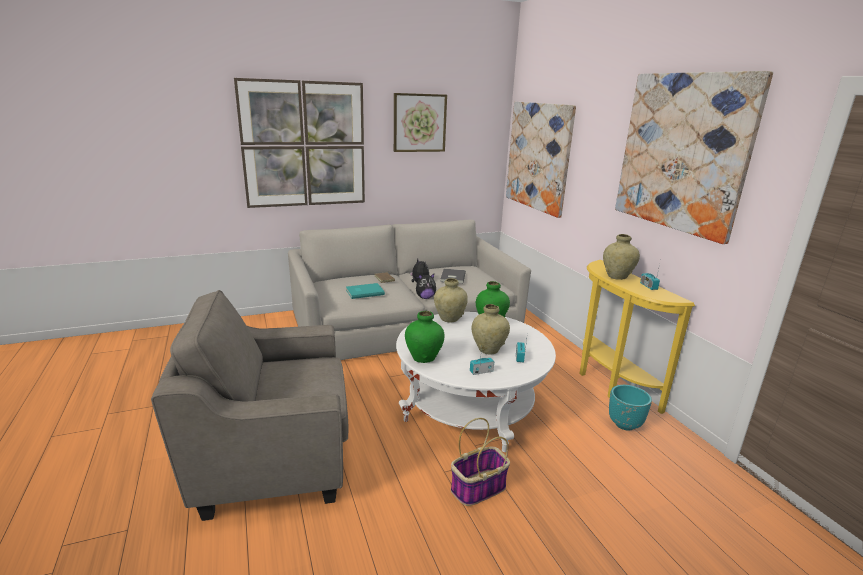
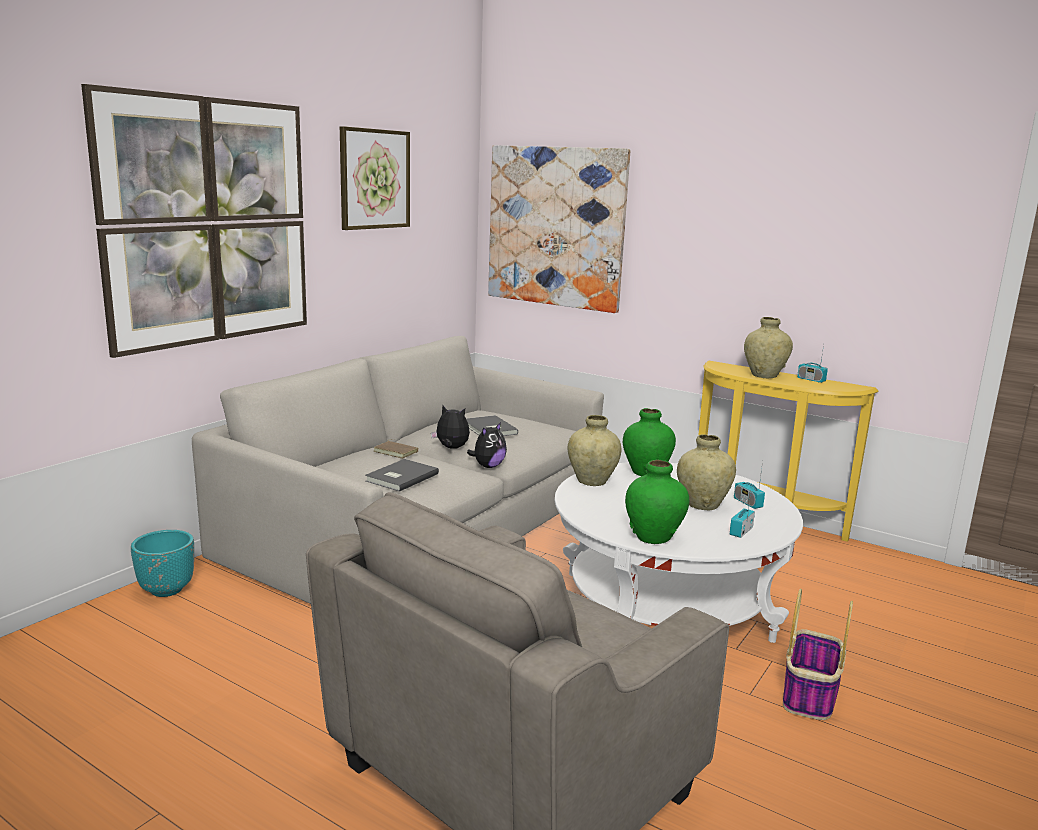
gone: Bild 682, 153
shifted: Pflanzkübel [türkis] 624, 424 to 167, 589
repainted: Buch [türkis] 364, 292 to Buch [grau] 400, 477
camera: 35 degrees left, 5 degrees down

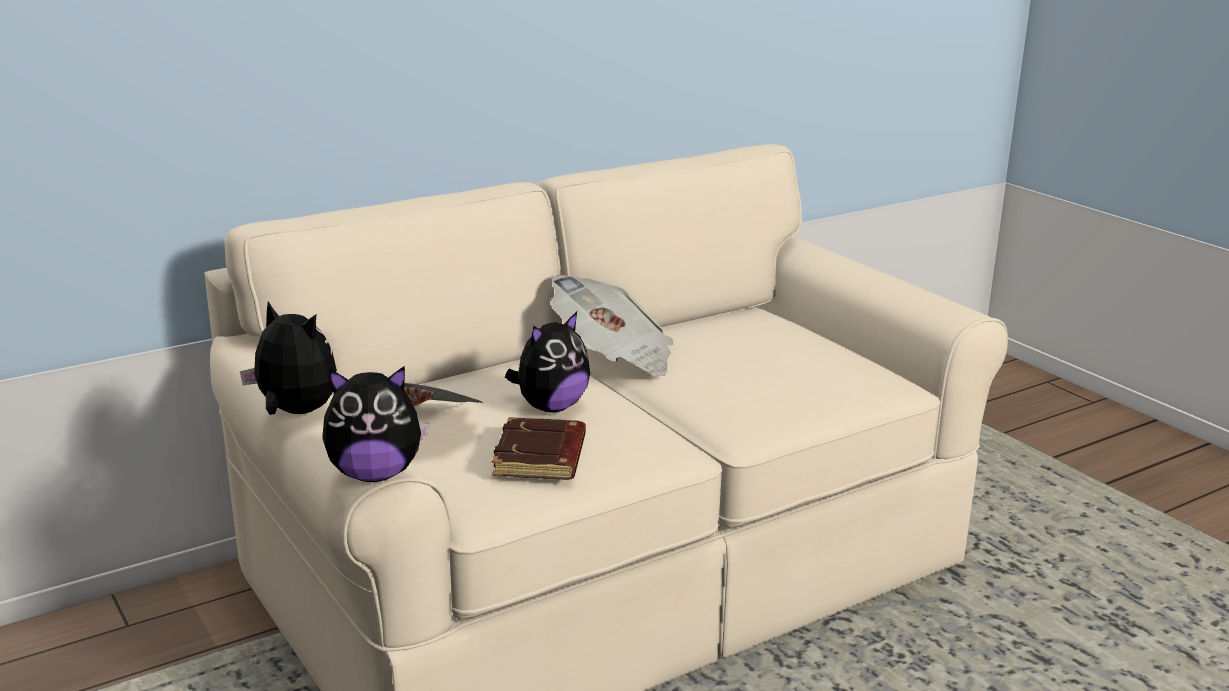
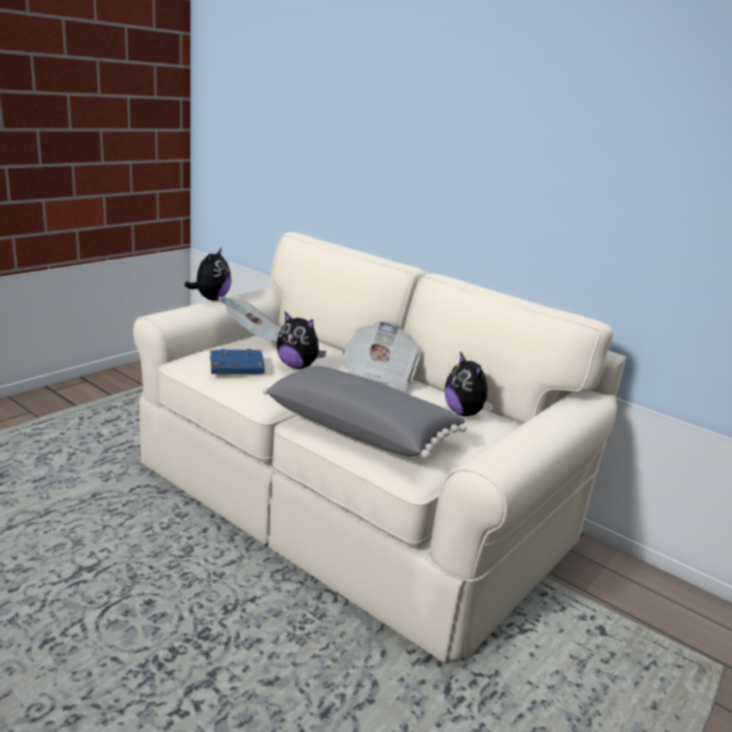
new: Kissen [grau] 361, 429
shifted: Plüschtier 375, 474 to 465, 413
repainted: Buch [braun] 541, 458 to Buch [blau] 236, 367
camera: 70 degrees right, 0 degrees up

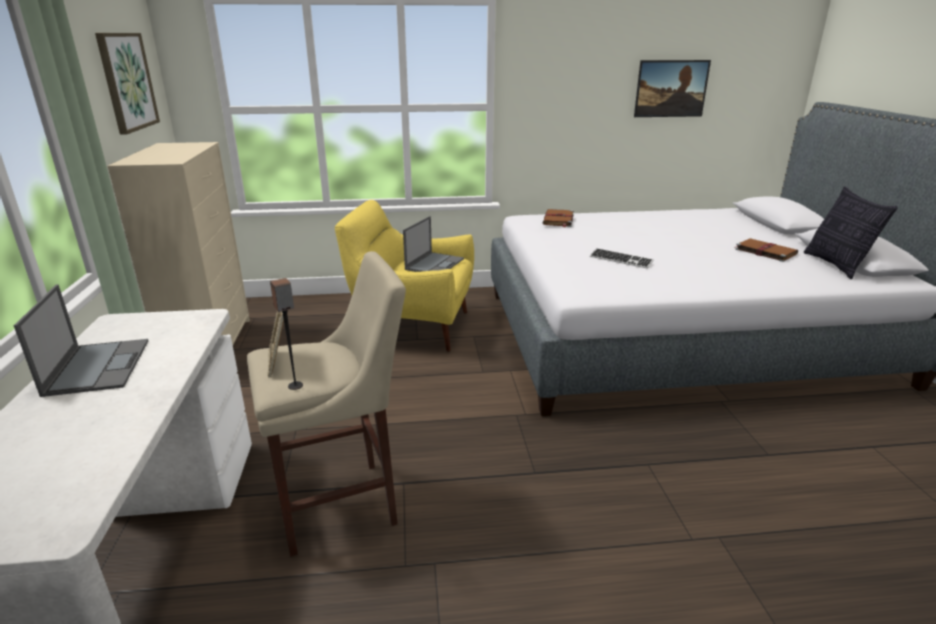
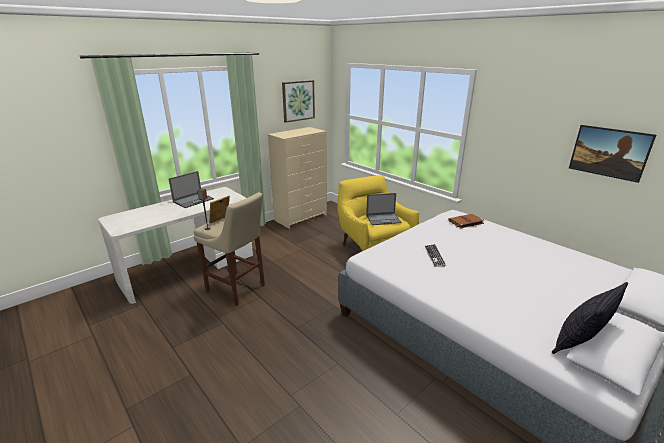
gone: Buch [braun] 764, 251
camera: 55 degrees right, 0 degrees up

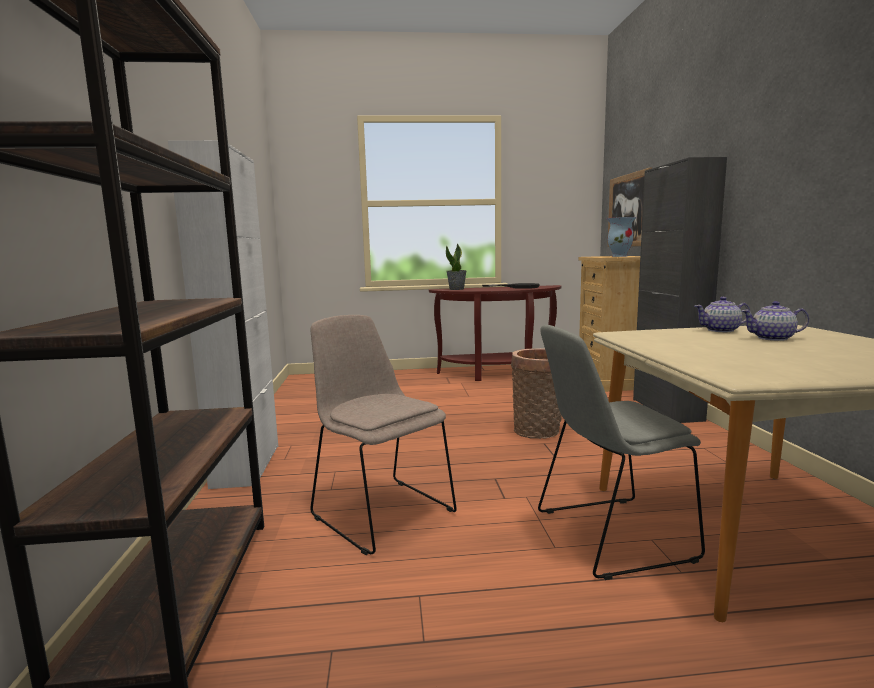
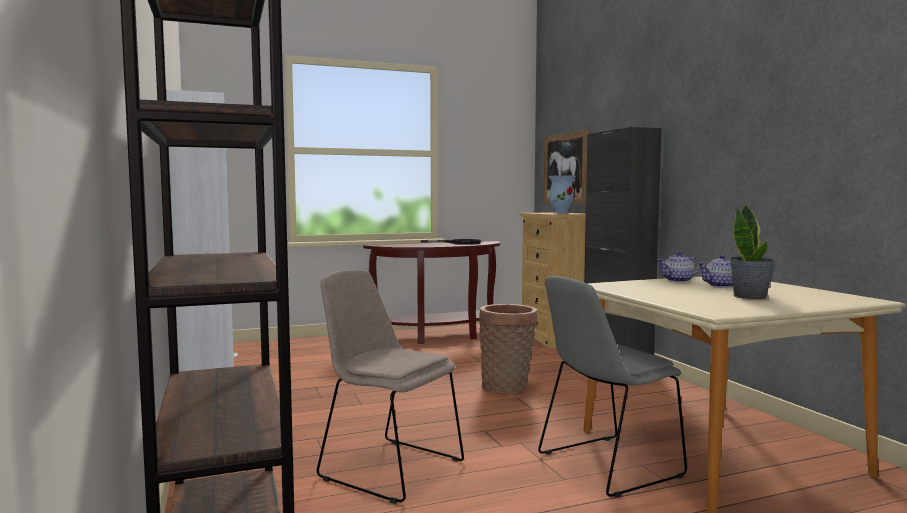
shifted: Topfpflanze 456, 289 to 750, 296
camera: 15 degrees left, 5 degrees down

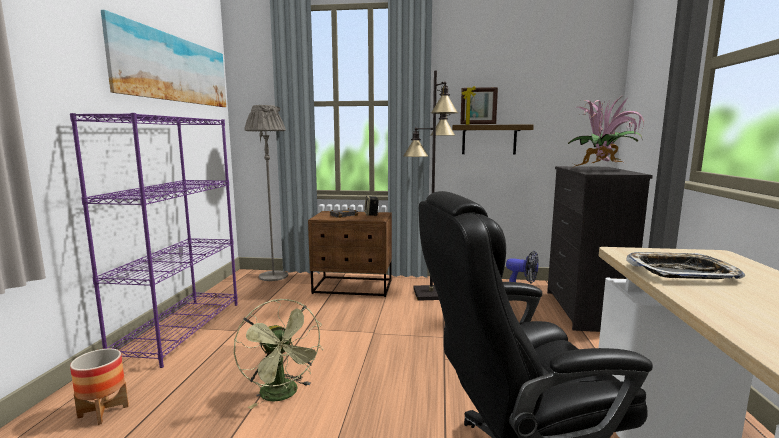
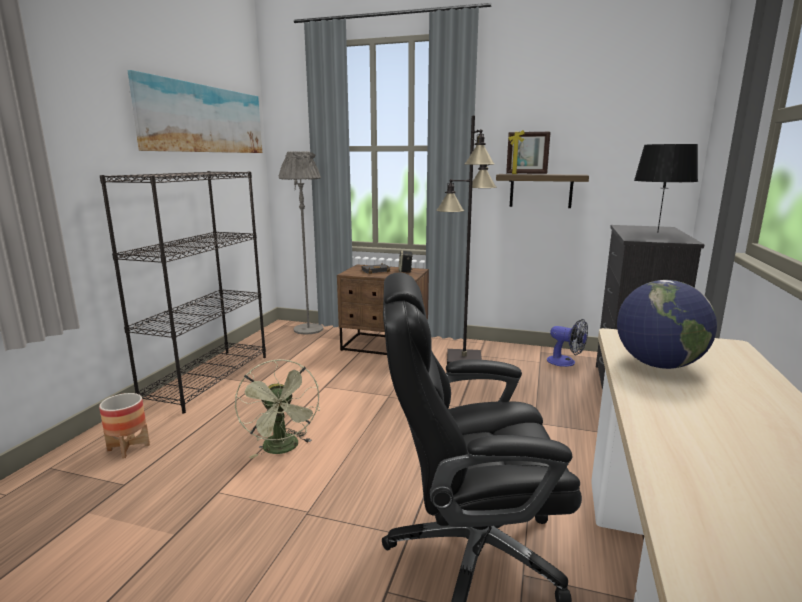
swapped: Topfpflanze 602, 169 to Tischlampe [schwarz] 657, 232; Tablett 681, 272 to Globus 658, 365
repainted: Bücherregal [lila] 181, 329 to Bücherregal [schwarz] 208, 378
camera: 10 degrees right, 5 degrees up

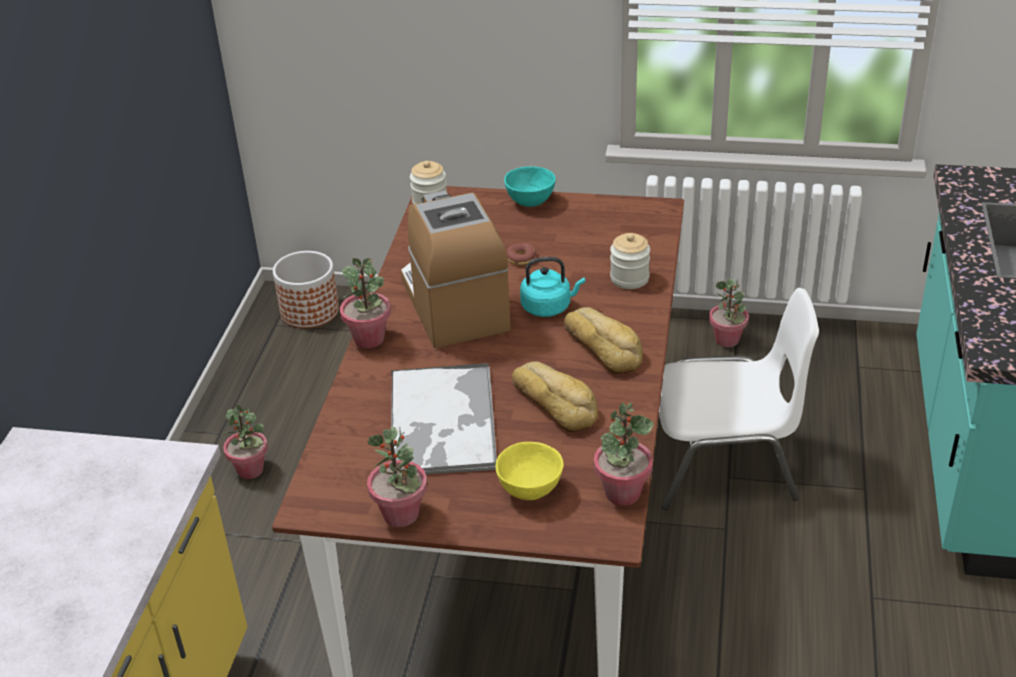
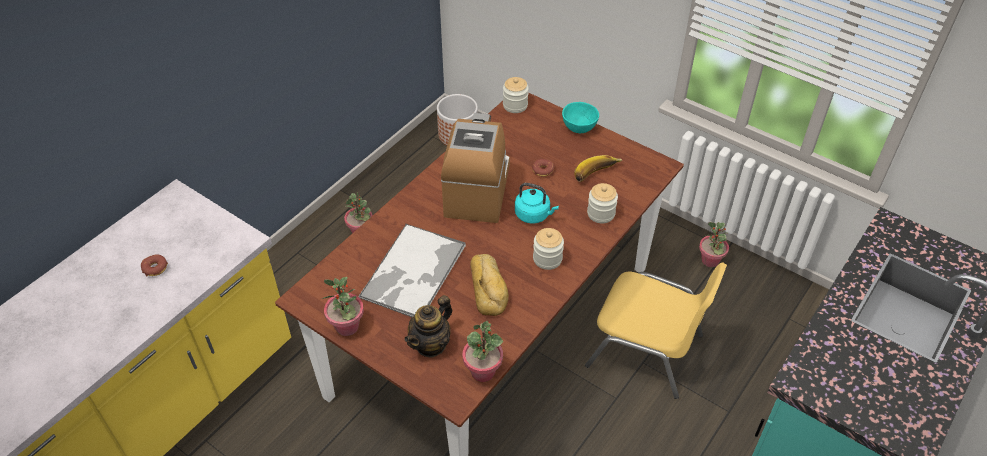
gone: Topfpflanze 369, 339
new: Donut 155, 268; Banane 597, 175
swapped: Schüssel [gelb] 531, 490 to Teekanne 431, 344; Brot 603, 346 to Vorratsglas 547, 259
repainted: Stuhl [weiß] 724, 463 to Stuhl [gelb] 647, 351
camera: 25 degrees right, 10 degrees up

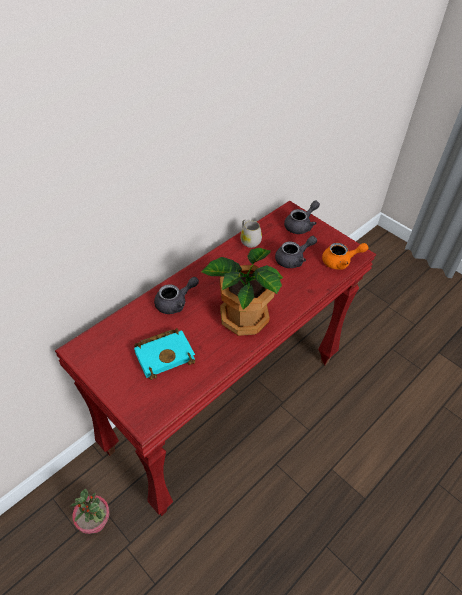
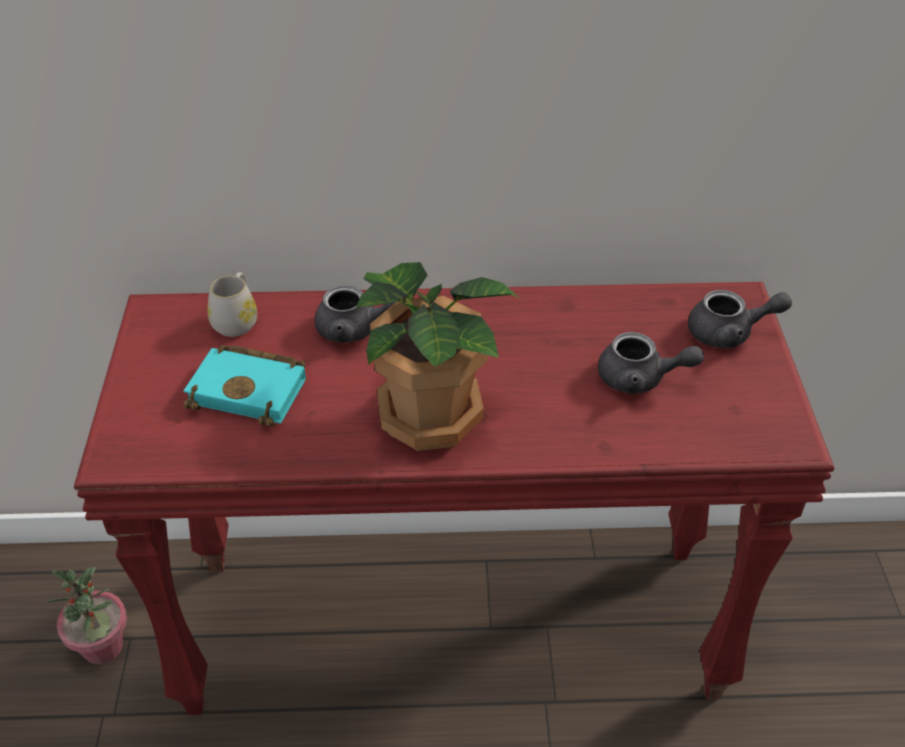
gone: Teekanne [orange] 340, 262
shifted: Henkelbecher [weiß] 249, 240 to 237, 320
camera: 45 degrees right, 5 degrees down

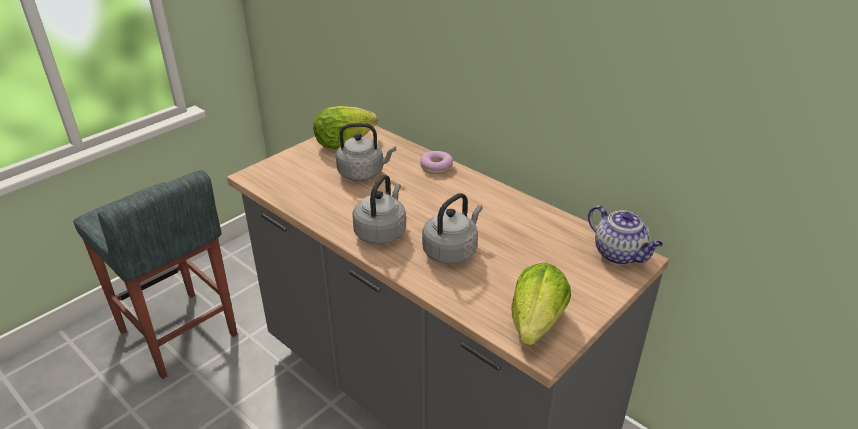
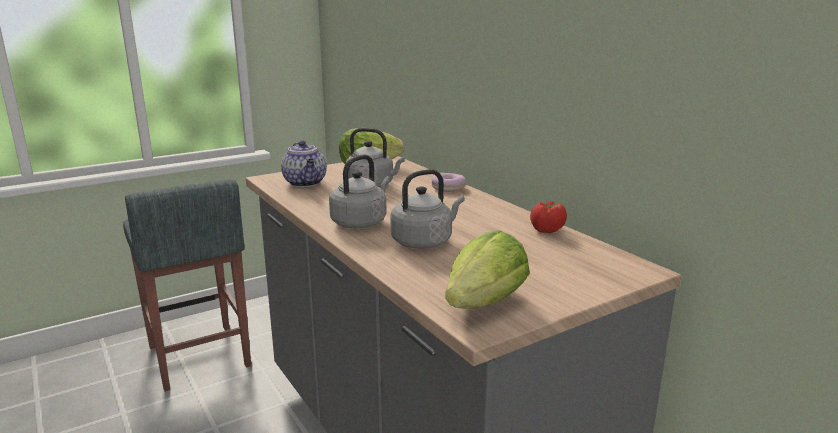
new: Tomate 546, 230
shifted: Teekanne 620, 254 to 305, 183
camera: 15 degrees right, 15 degrees down

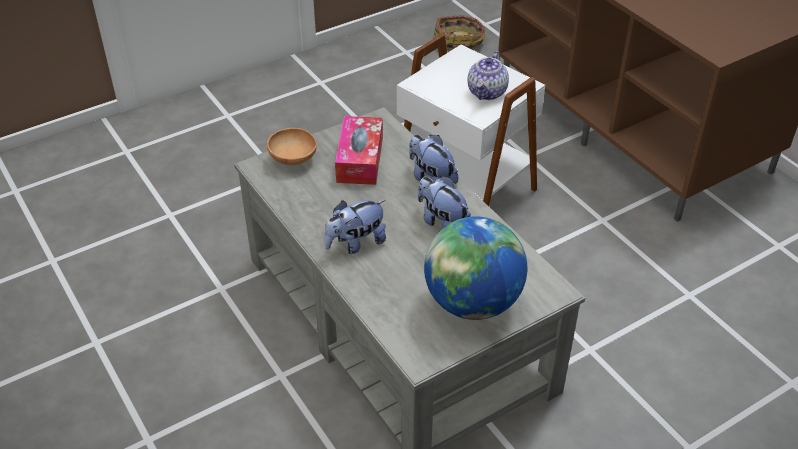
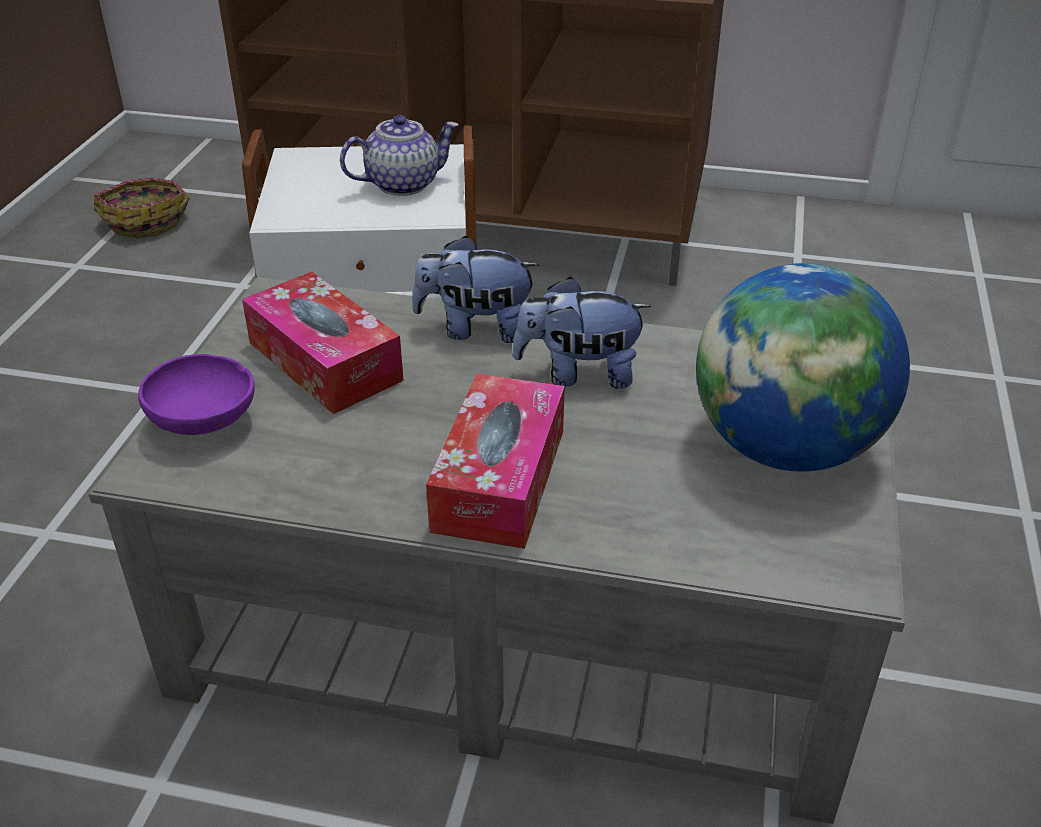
swapped: Plüschtier 356, 243 to Taschentuchbox 499, 479
repainted: Schüssel [braun] 293, 160 to Schüssel [lila] 206, 423
rotated: Teekanne 487, 92 = 403, 184 90 degrees counterclockwise
camera: 45 degrees left, 5 degrees down

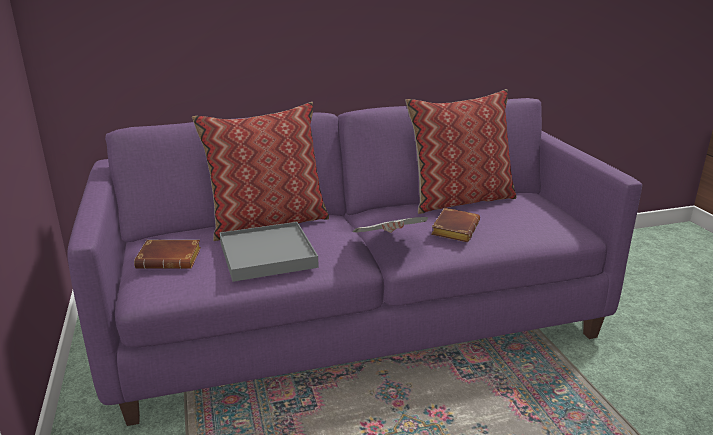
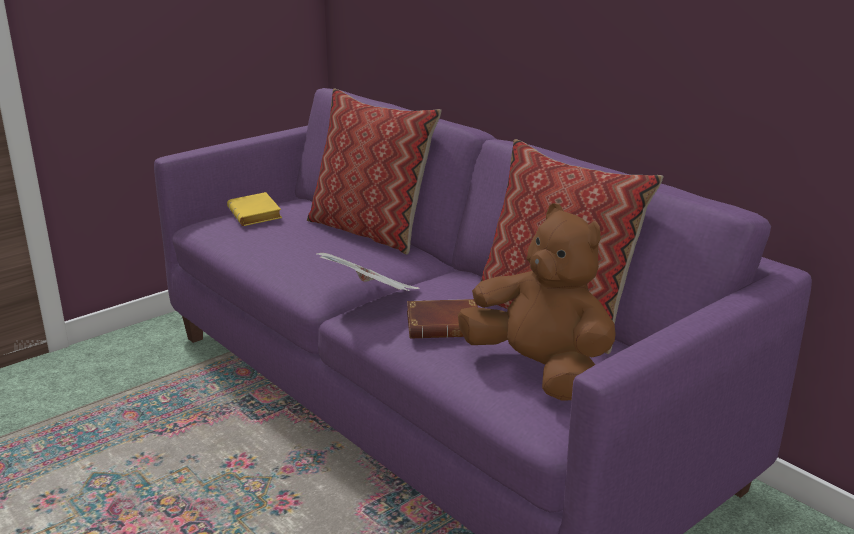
gone: Tablett [grau] 267, 255
new: Plüschtier [braun] 539, 371
repainted: Buch [braun] 171, 259 to Buch [gelb] 257, 215
camera: 65 degrees right, 0 degrees up

